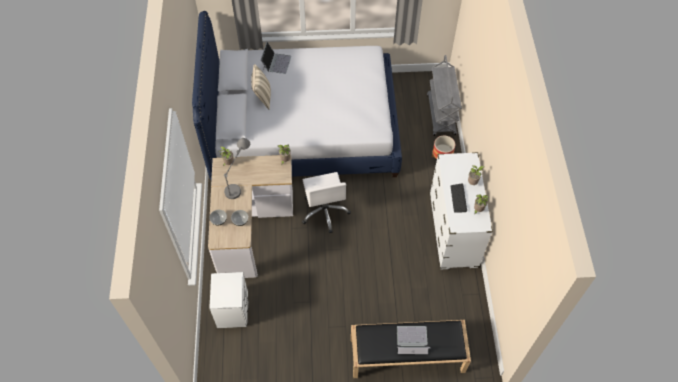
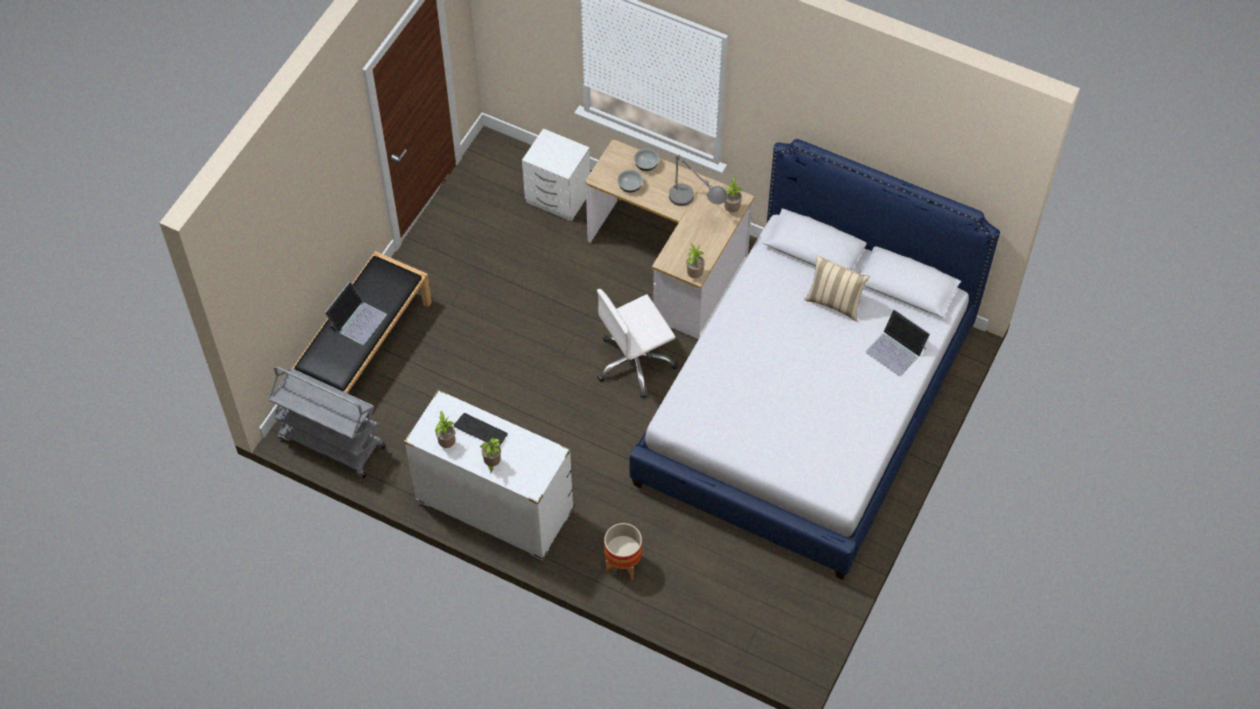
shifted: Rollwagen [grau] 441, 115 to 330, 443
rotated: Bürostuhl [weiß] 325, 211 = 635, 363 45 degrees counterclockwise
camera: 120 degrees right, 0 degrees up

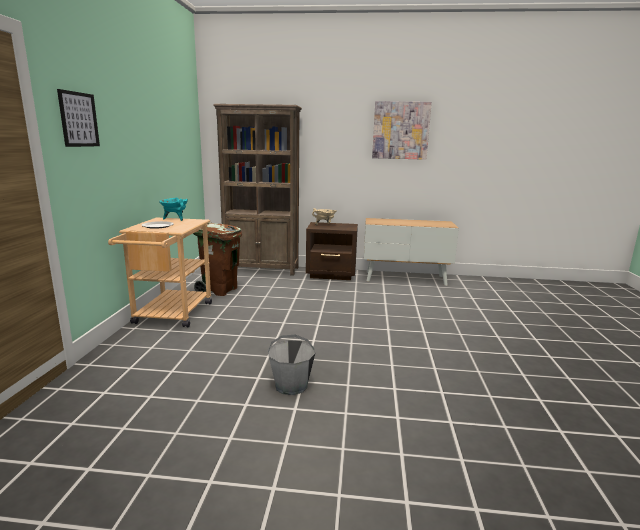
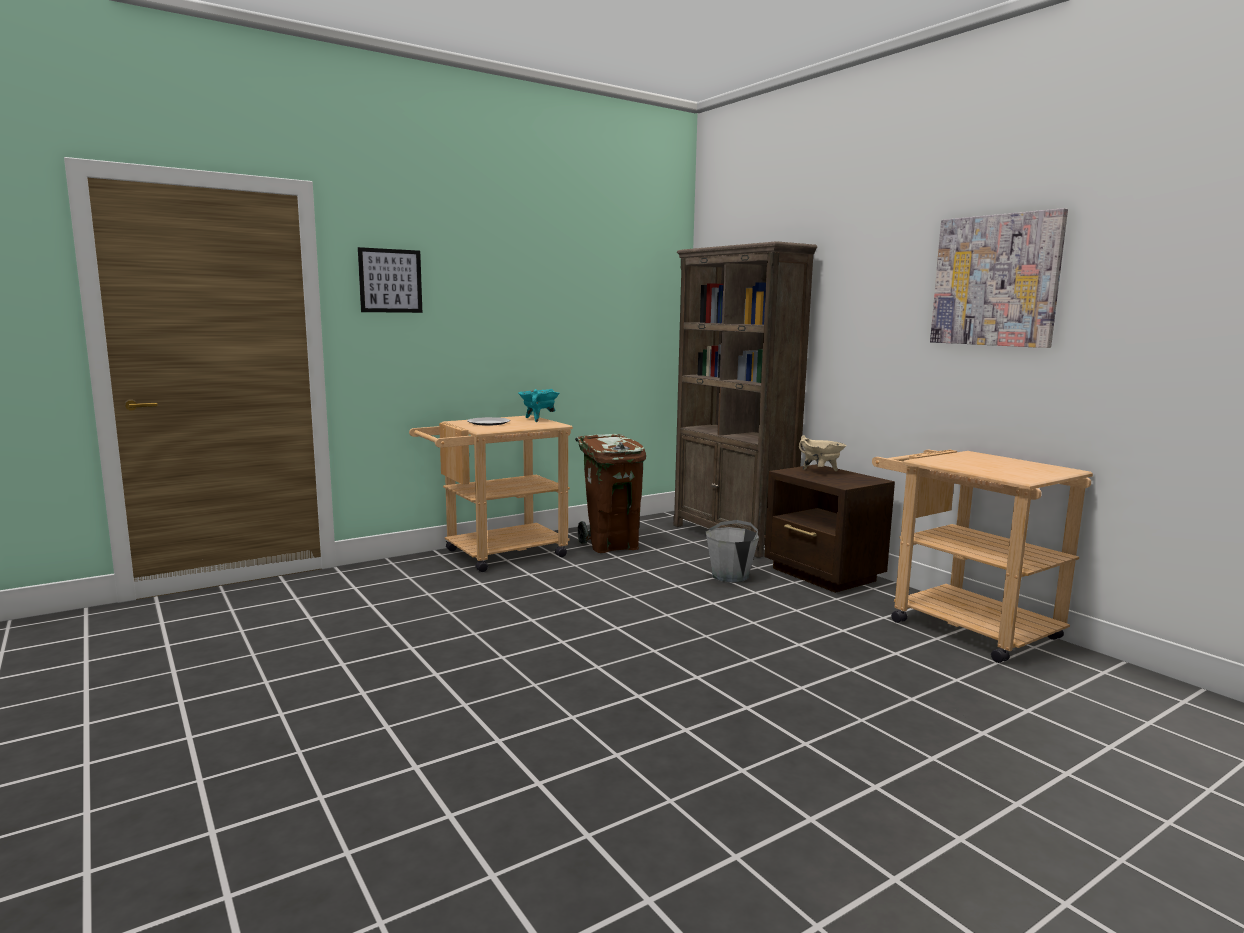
shifted: Eimer [grau] 291, 385 to 730, 576
swapped: Schrank 405, 278 to Rollwagen [beige] 961, 625
camera: 50 degrees right, 5 degrees down

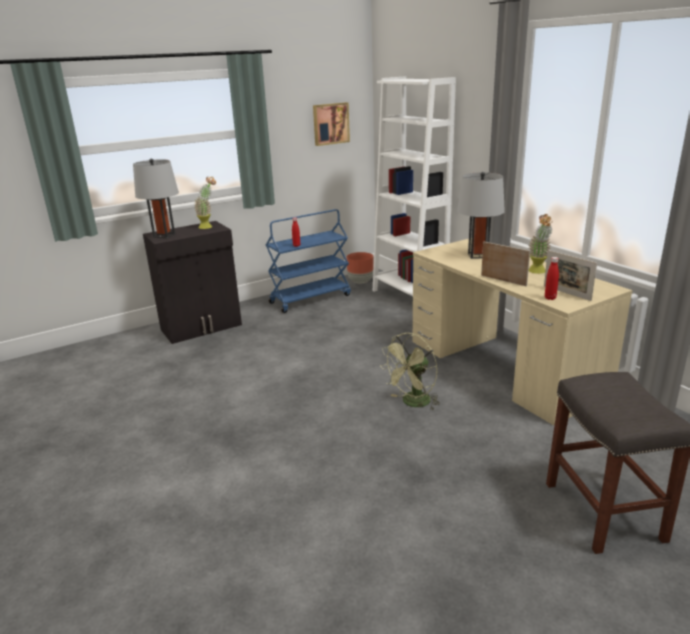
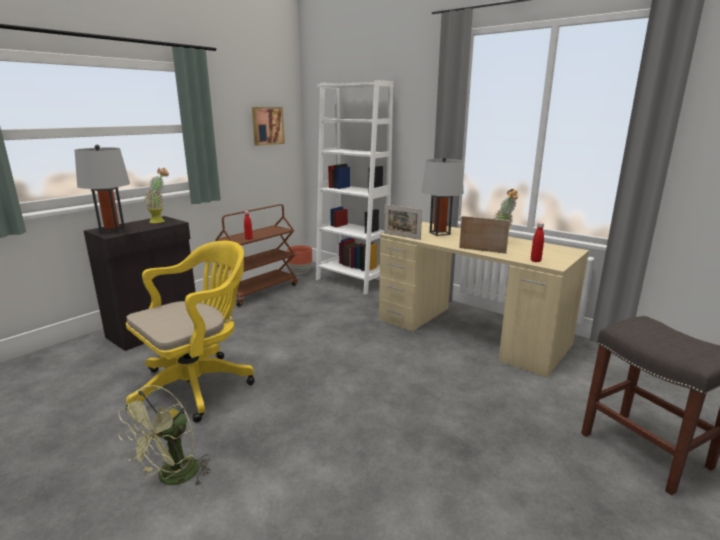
new: Bürostuhl [gelb] 198, 385
shifted: Ventilator [grün] 412, 403 to 172, 478; Bilderrahmen 567, 293 to 402, 236
repainted: Rollwagen [blau] 310, 298 to Rollwagen [braun] 260, 291
camera: 20 degrees left, 5 degrees down

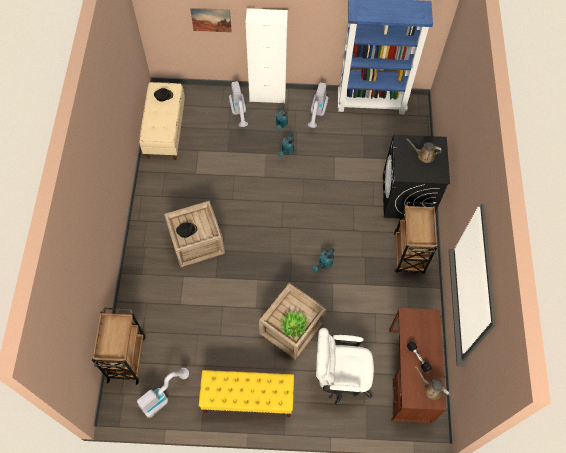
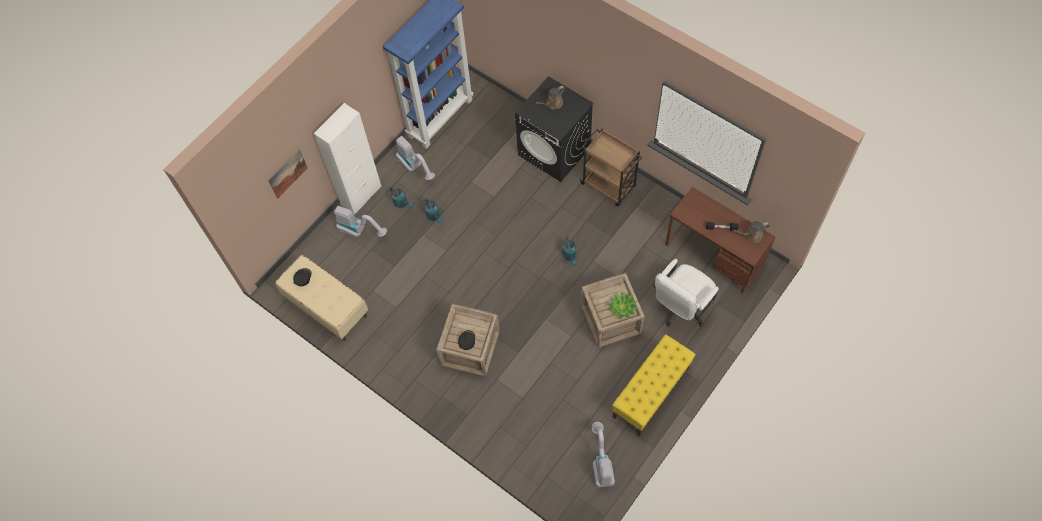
gone: Rollwagen [braun] 126, 357
camera: 50 degrees left, 0 degrees up

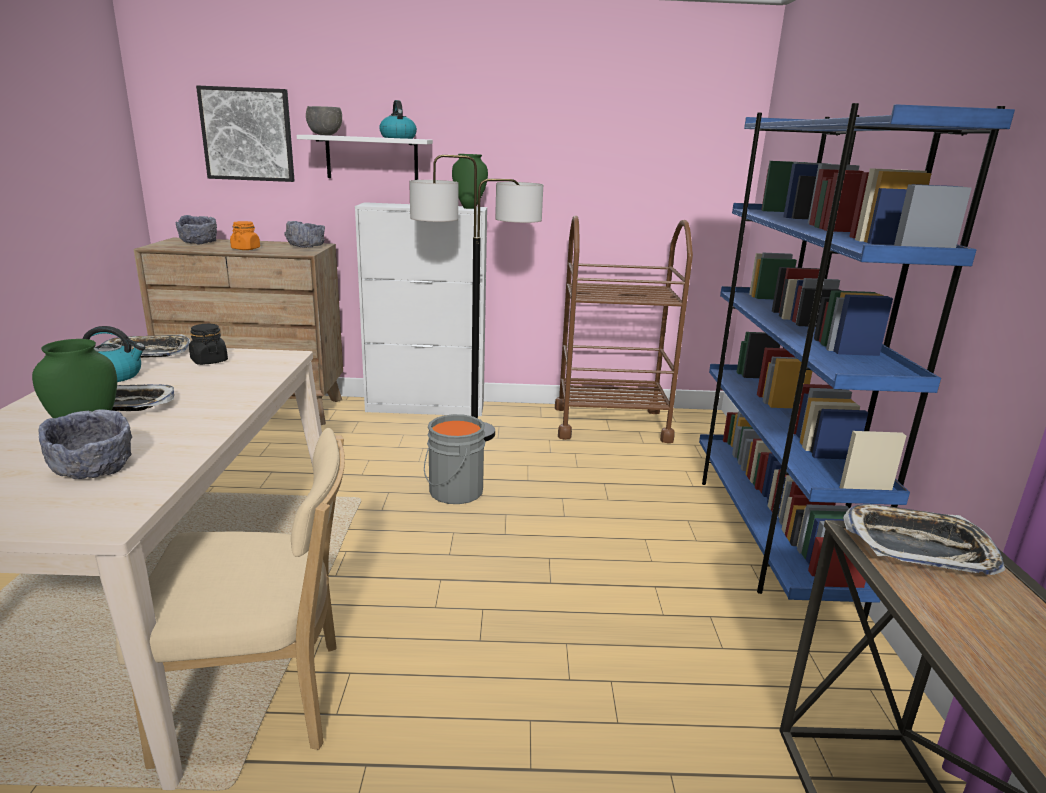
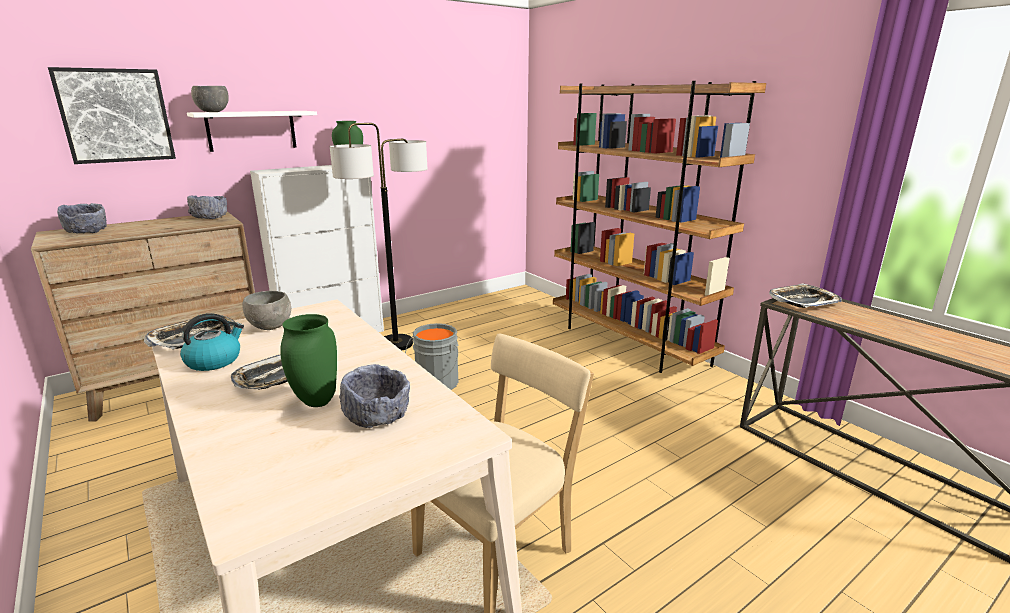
gone: Vorratsglas [orange] 246, 249; Wasserkessel 397, 138; Rollwagen [braun] 611, 424
swapped: Vorratsglas [schwarz] 209, 361 to Schüssel [grau] 271, 327
repainted: Bücherregal [blau] 767, 532 to Bücherregal [braun] 628, 342
camera: 35 degrees left, 0 degrees up

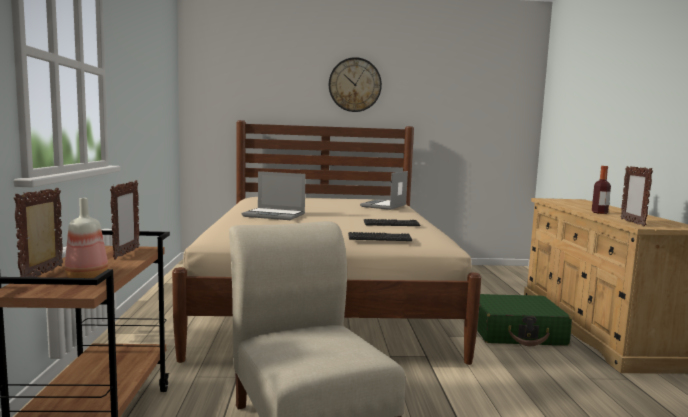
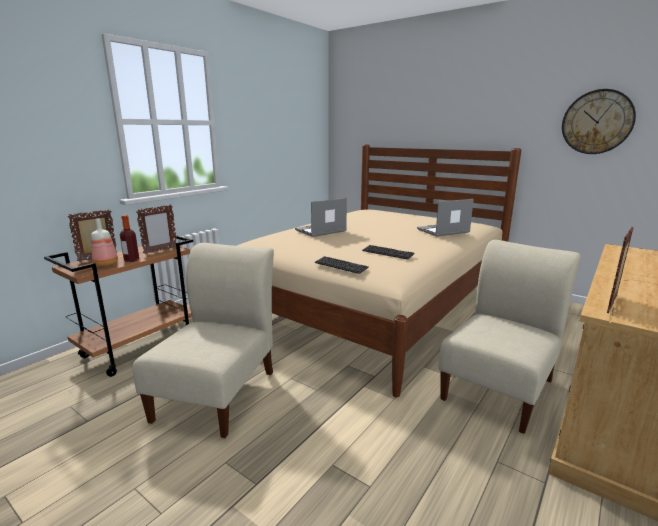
shifted: Wanduhr 354, 85 to 597, 122; Flasche 599, 212 to 131, 260
swapped: Koffer [grün] 516, 332 to Stuhl [beige] 499, 386
rotated: Laptop 275, 215 = 320, 231 90 degrees clockwise
camera: 40 degrees right, 10 degrees up

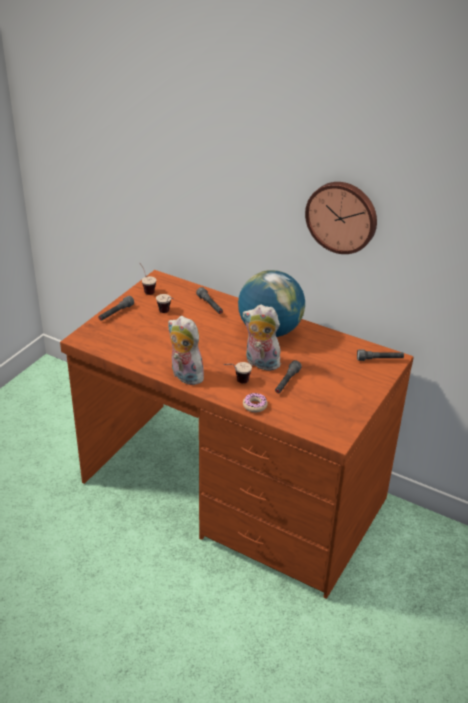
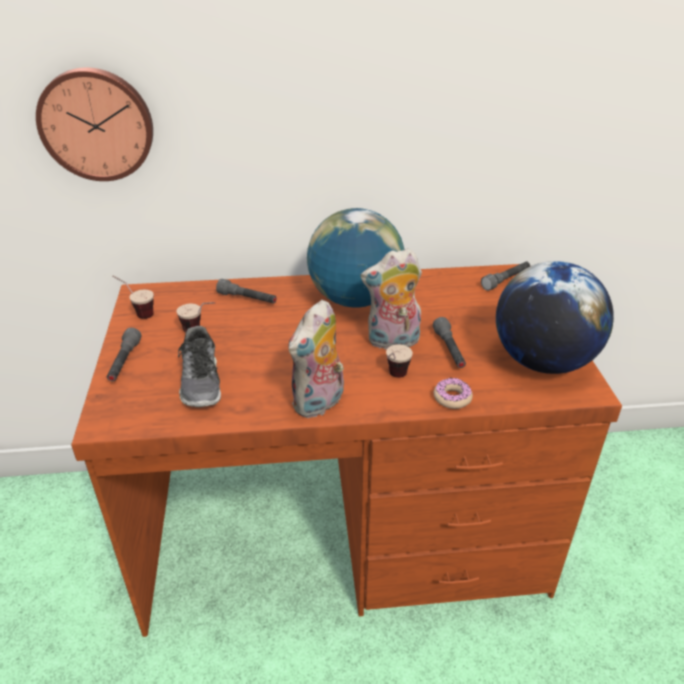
new: Schuh 202, 382; Globus 543, 362
shifted: Wanduhr 342, 216 to 97, 124
rotated: Plüschtier 184, 376 = 319, 404 60 degrees counterclockwise
camera: 35 degrees left, 0 degrees up

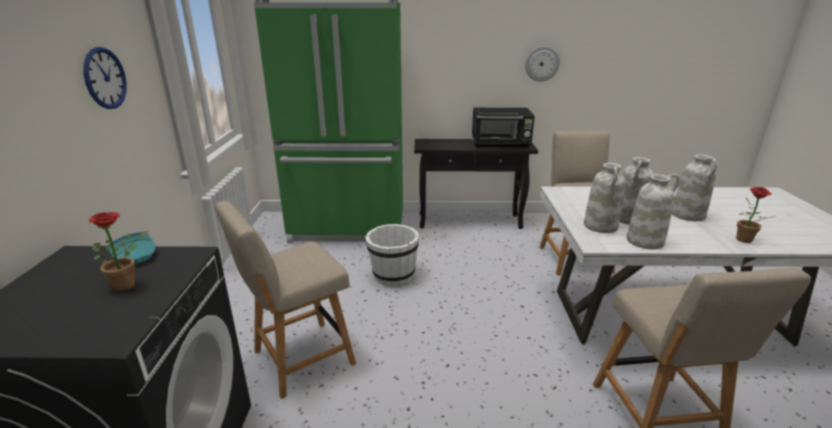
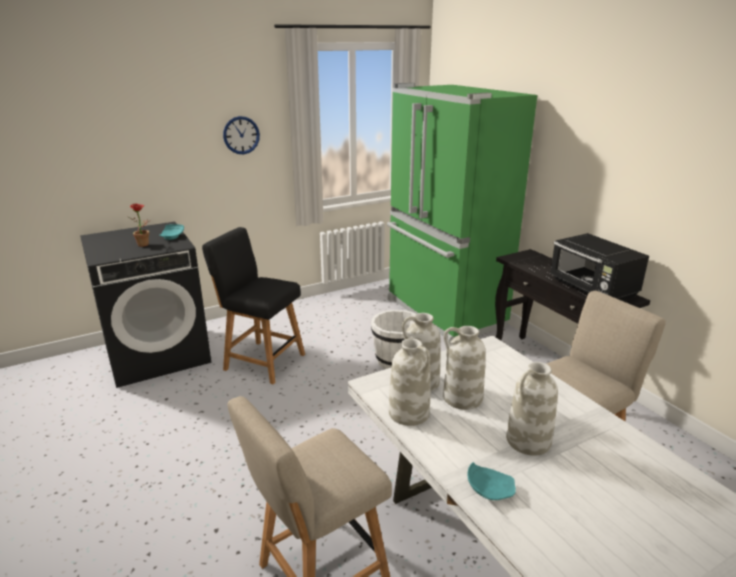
gone: Wanduhr 542, 63
swapped: Topfpflanze 744, 241 to Teller [türkis] 489, 489
repainted: Stuhl [beige] 299, 359 to Stuhl [schwarz] 261, 361
camera: 60 degrees right, 0 degrees up

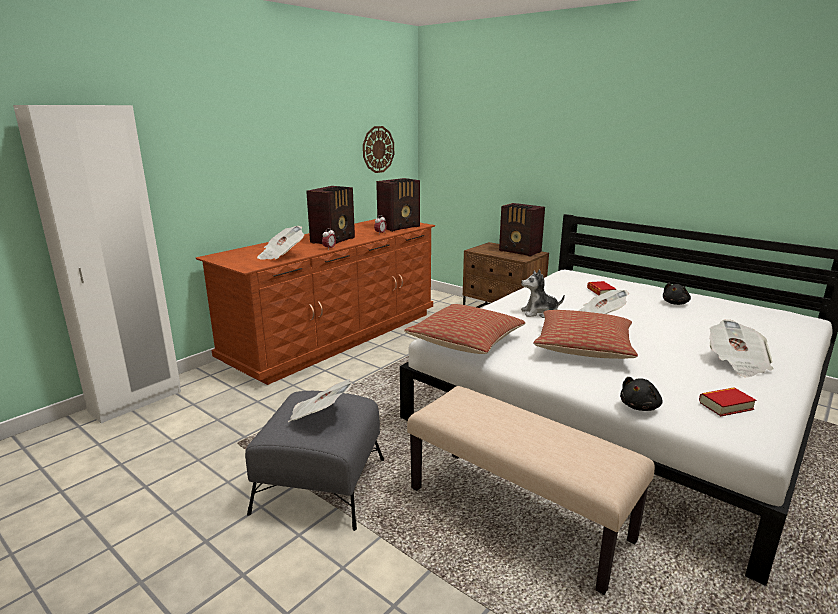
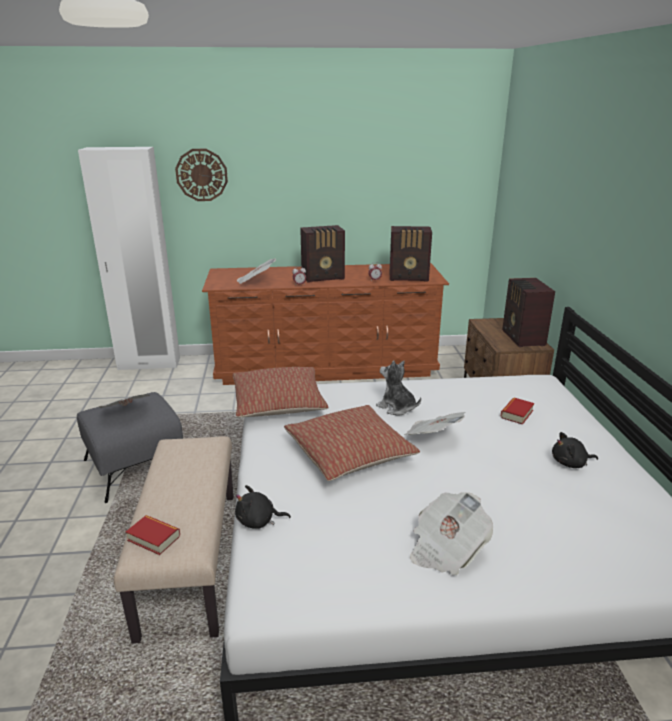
shifted: Wanduhr 378, 149 to 201, 175; Buch 725, 405 to 154, 538
camera: 45 degrees right, 5 degrees up

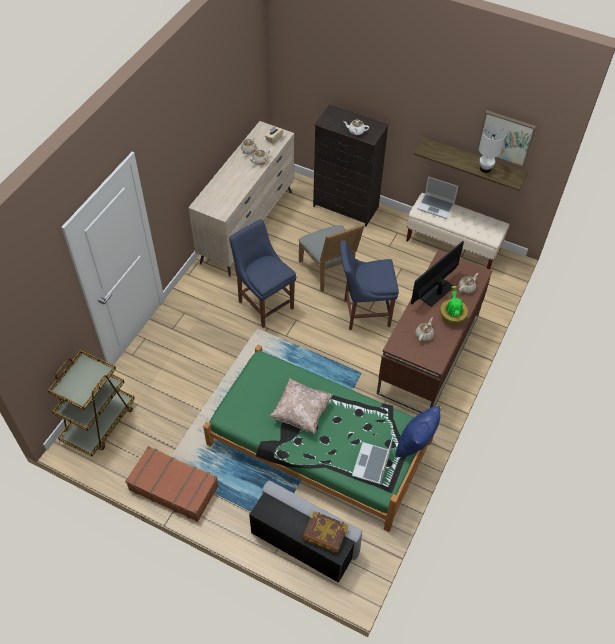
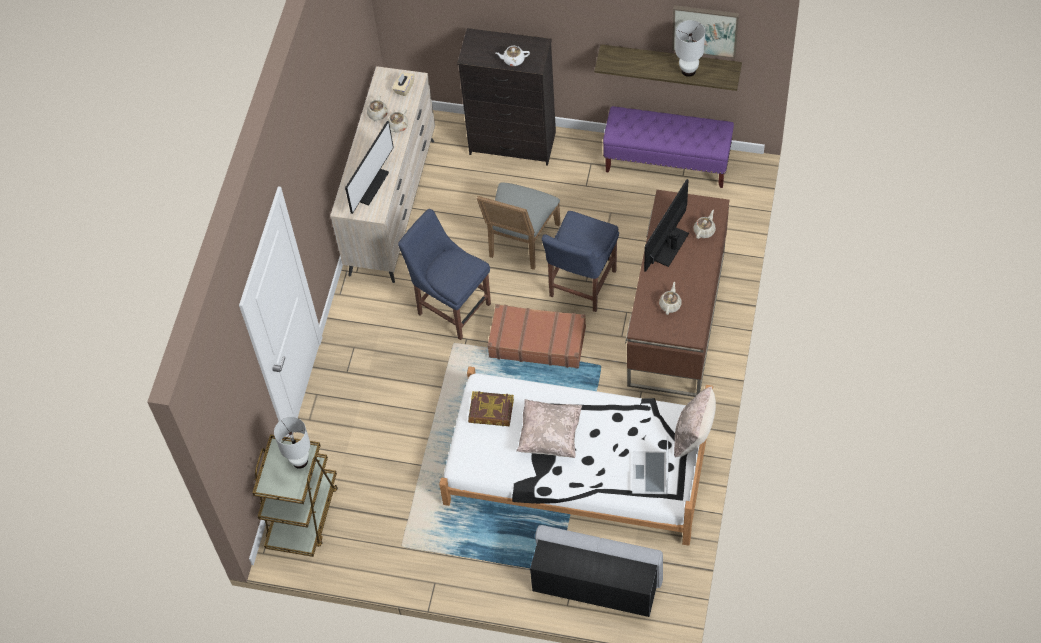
gone: Laptop 436, 206; Topfpflanze 451, 317
new: Tischlampe [weiß] 300, 461; Monitor 370, 185
shifted: Koffer [braun] 174, 487 to 537, 341; Buch 325, 534 to 491, 411
repainted: Bett [grün] 319, 442 to Bett [weiß] 577, 465; Kissen [blau] 416, 443 to Kissen [beige] 694, 435; Bank [beige] 453, 245 to Bank [lila] 667, 163
rotated: Stuhl [grau] 329, 272 = 520, 243 60 degrees clockwise; Stuhl [blau] 364, 312 = 580, 286 45 degrees counterclockwise
camera: 10 degrees left, 5 degrees up

